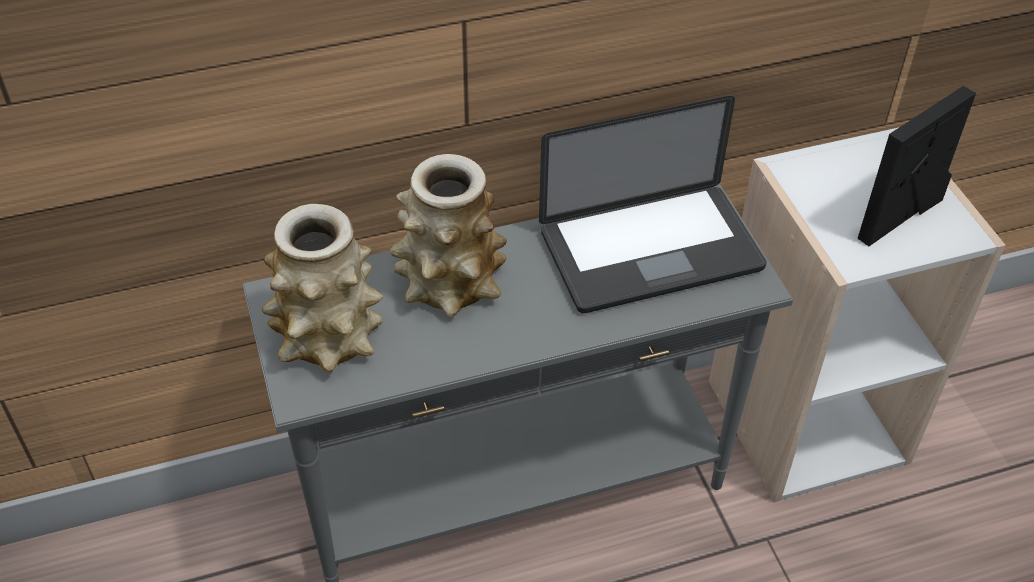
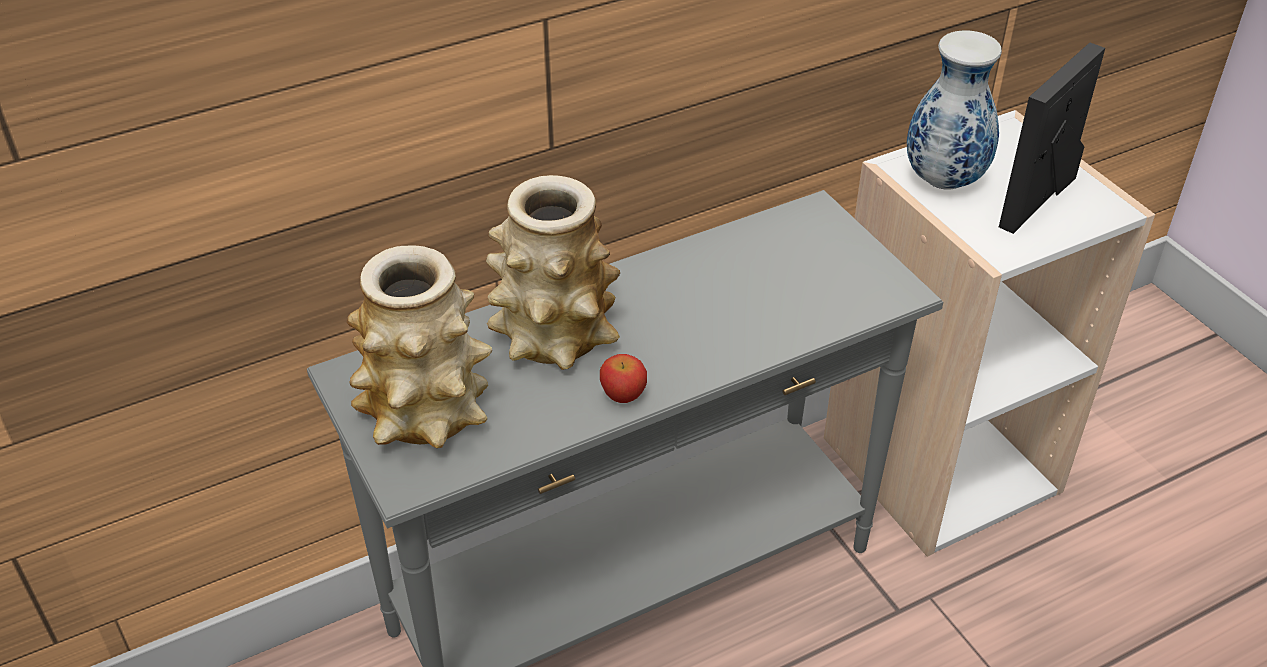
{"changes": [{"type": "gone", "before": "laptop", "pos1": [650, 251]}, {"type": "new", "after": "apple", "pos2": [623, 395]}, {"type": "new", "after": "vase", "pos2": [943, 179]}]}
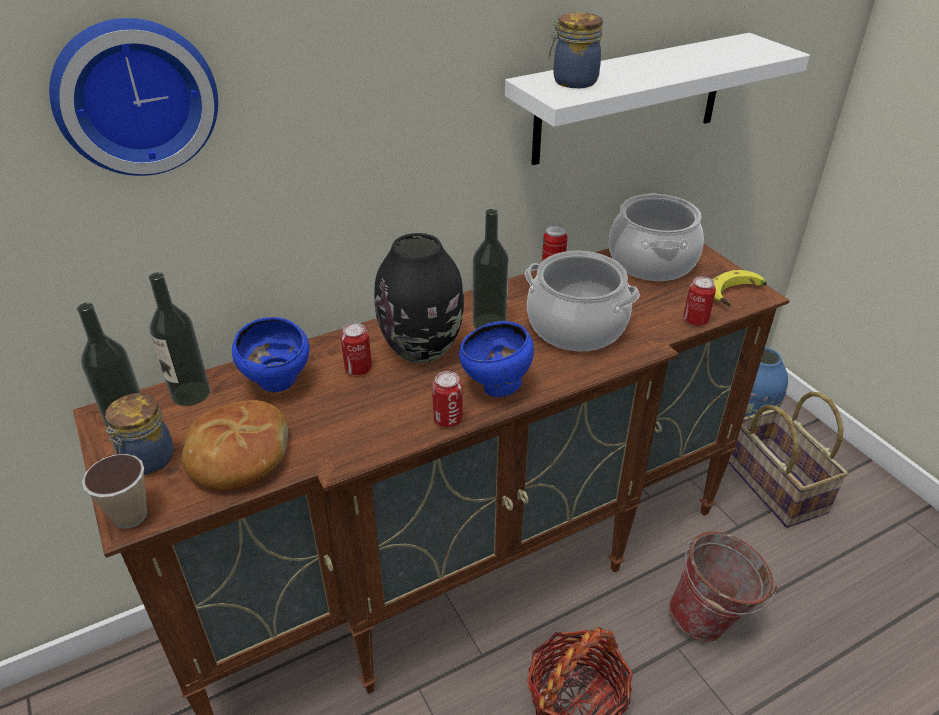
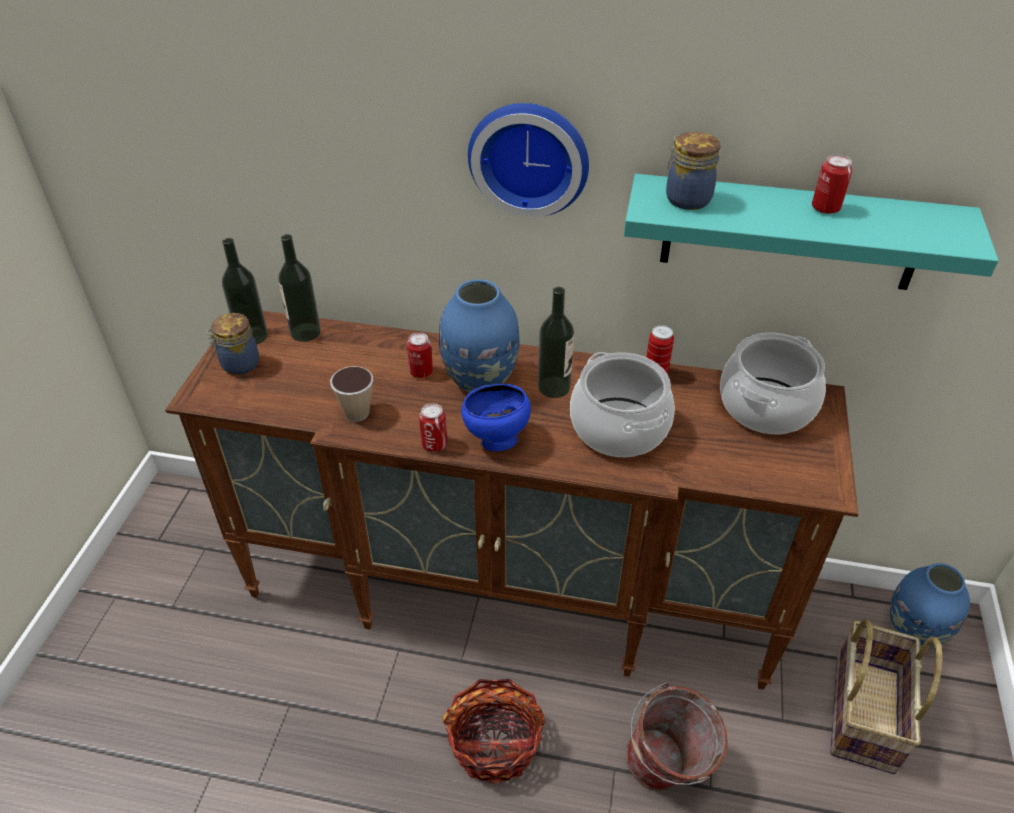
{"changes": [{"type": "gone", "before": "bread", "pos1": [238, 456]}, {"type": "gone", "before": "blue bowl", "pos1": [279, 384]}, {"type": "gone", "before": "banana", "pos1": [737, 295]}, {"type": "shifted", "before": "wall clock", "pos1": [135, 96], "pos2": [529, 157]}, {"type": "shifted", "before": "cup", "pos1": [130, 515], "pos2": [357, 413]}, {"type": "shifted", "before": "can", "pos1": [695, 320], "pos2": [825, 208]}, {"type": "repainted", "before": "black vase", "after": "blue vase", "pos1": [422, 348], "pos2": [481, 380]}, {"type": "repainted", "before": "white shelf", "after": "turquoise shelf", "pos1": [630, 99], "pos2": [791, 233]}]}
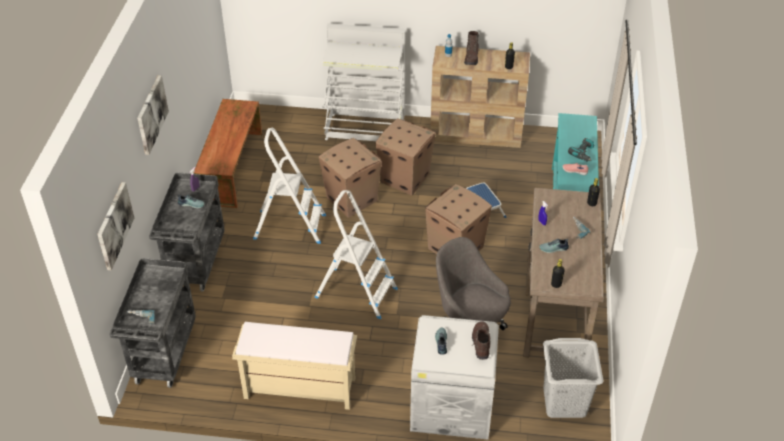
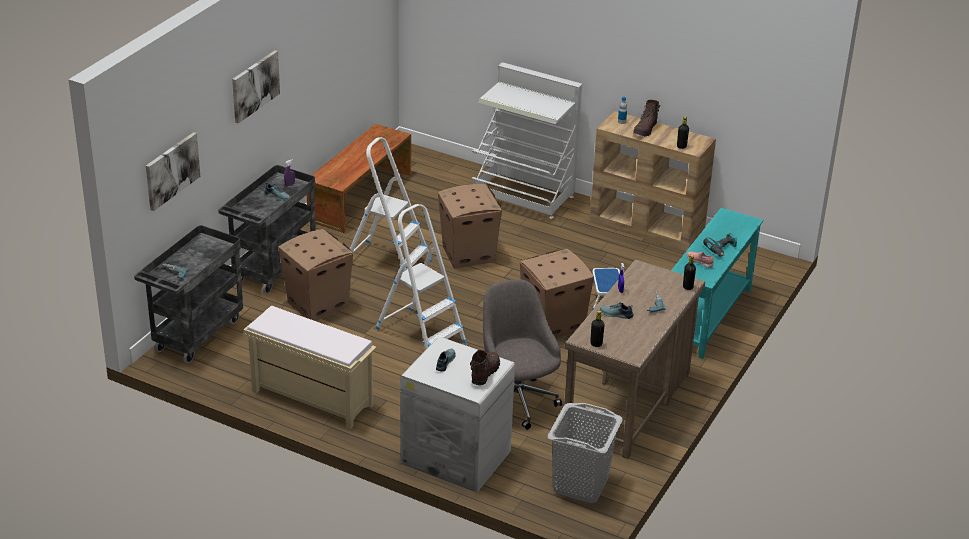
{"changes": [{"type": "shifted", "before": "cardboard box", "pos1": [404, 178], "pos2": [317, 304]}]}
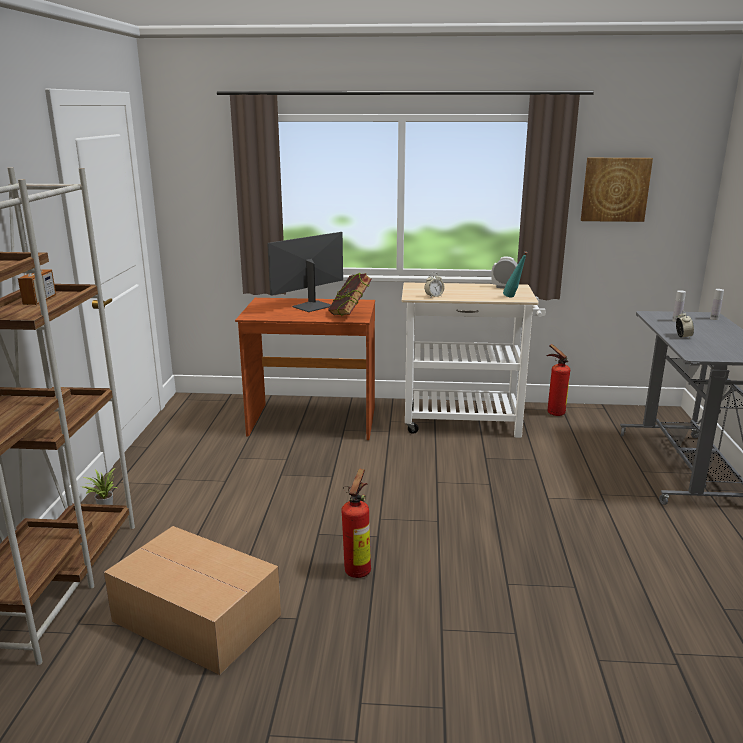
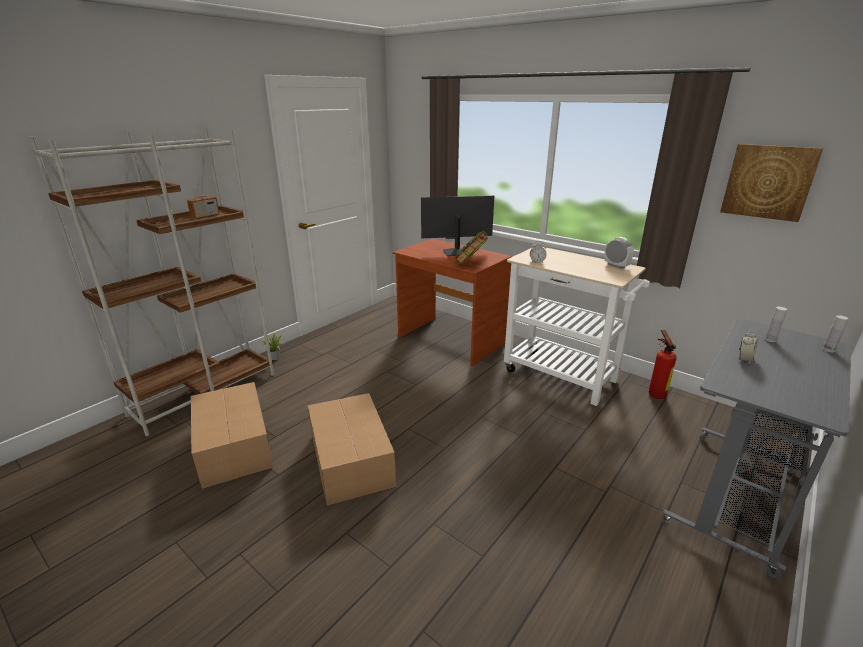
{"changes": [{"type": "gone", "before": "turquoise bottle", "pos1": [513, 297]}, {"type": "swapped", "before": "fire extinguisher", "after": "cardboard box", "pos1": [359, 569], "pos2": [351, 459]}]}
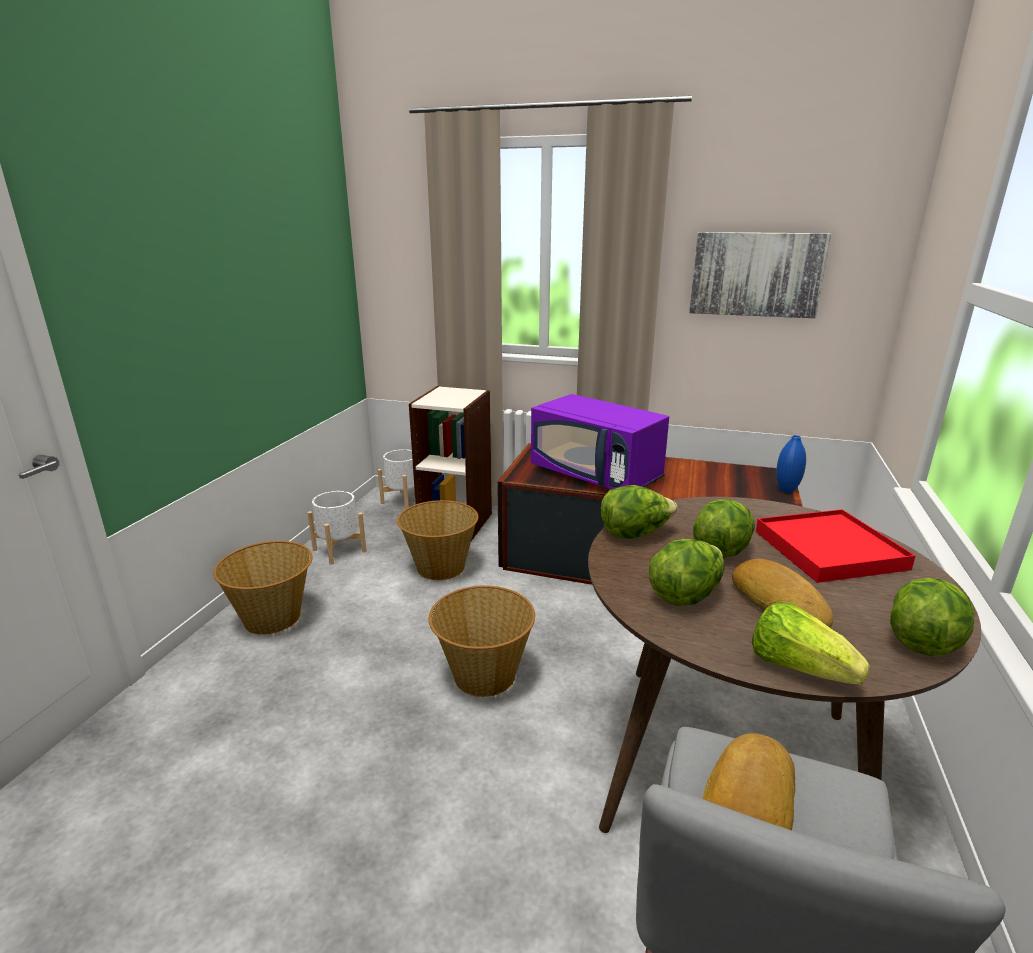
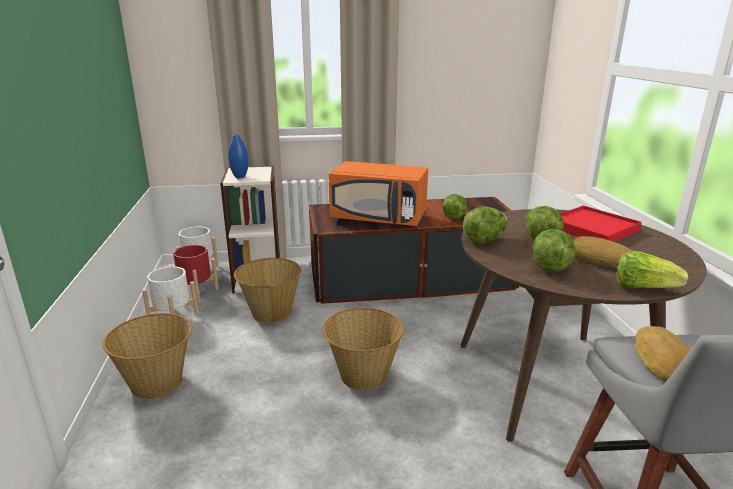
{"changes": [{"type": "gone", "before": "picture", "pos1": [756, 274]}, {"type": "new", "after": "red planter", "pos2": [196, 292]}, {"type": "shifted", "before": "blue vase", "pos1": [786, 490], "pos2": [240, 177]}, {"type": "shifted", "before": "lettuce", "pos1": [923, 640], "pos2": [454, 216]}, {"type": "repainted", "before": "purple microwave", "after": "orange microwave", "pos1": [597, 475], "pos2": [379, 218]}]}
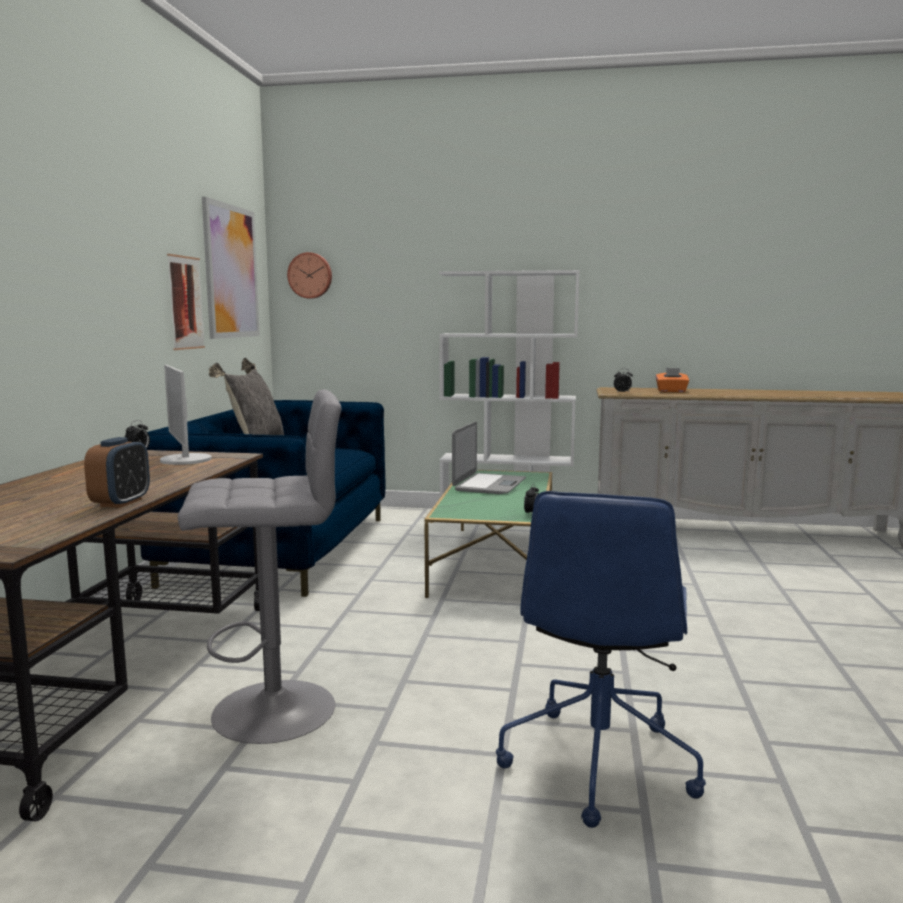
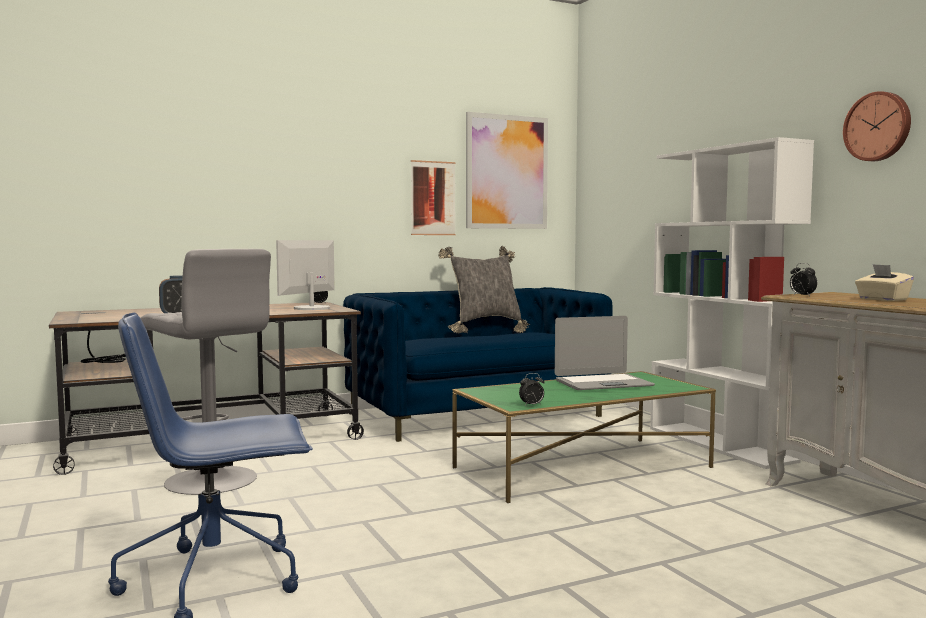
{"changes": [{"type": "shifted", "before": "wall clock", "pos1": [310, 275], "pos2": [878, 127]}, {"type": "repainted", "before": "orange tissue box", "after": "beige tissue box", "pos1": [671, 391], "pos2": [882, 299]}]}
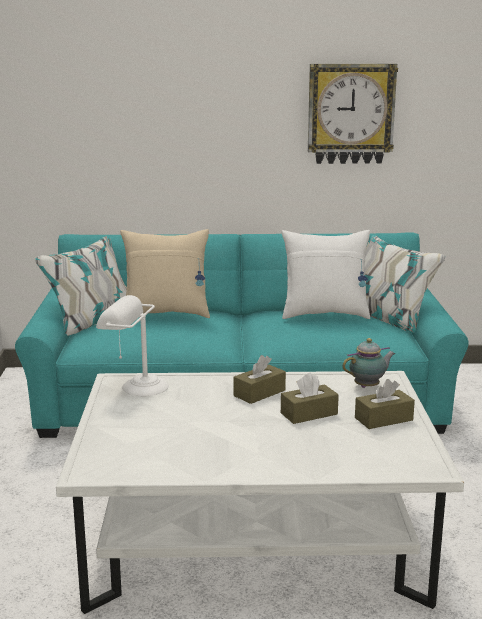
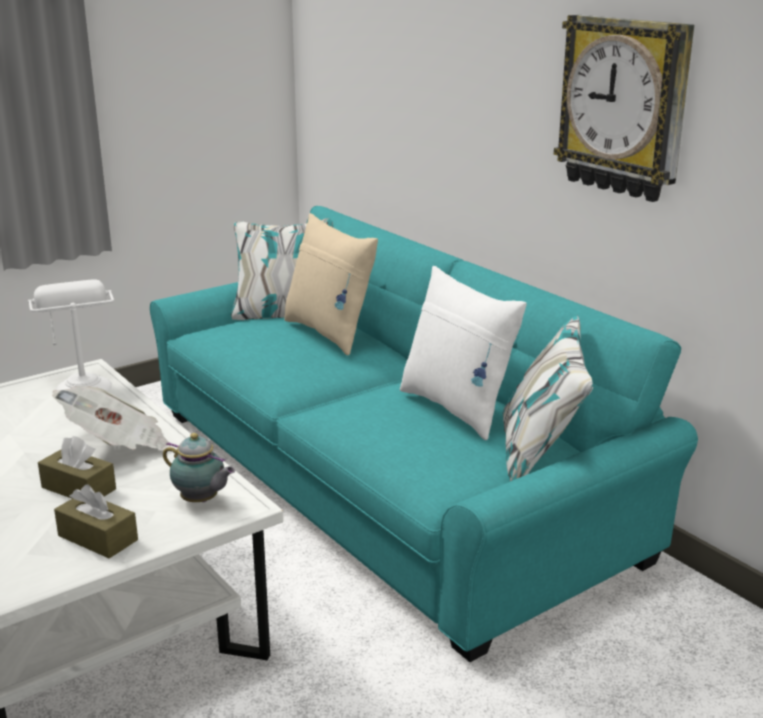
{"changes": [{"type": "swapped", "before": "brown tissue box", "after": "newspaper", "pos1": [259, 393], "pos2": [118, 445]}]}
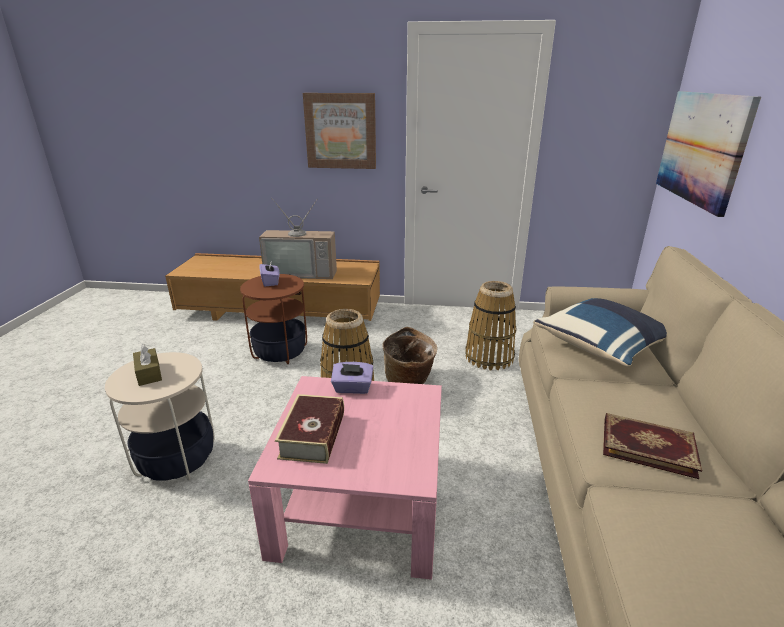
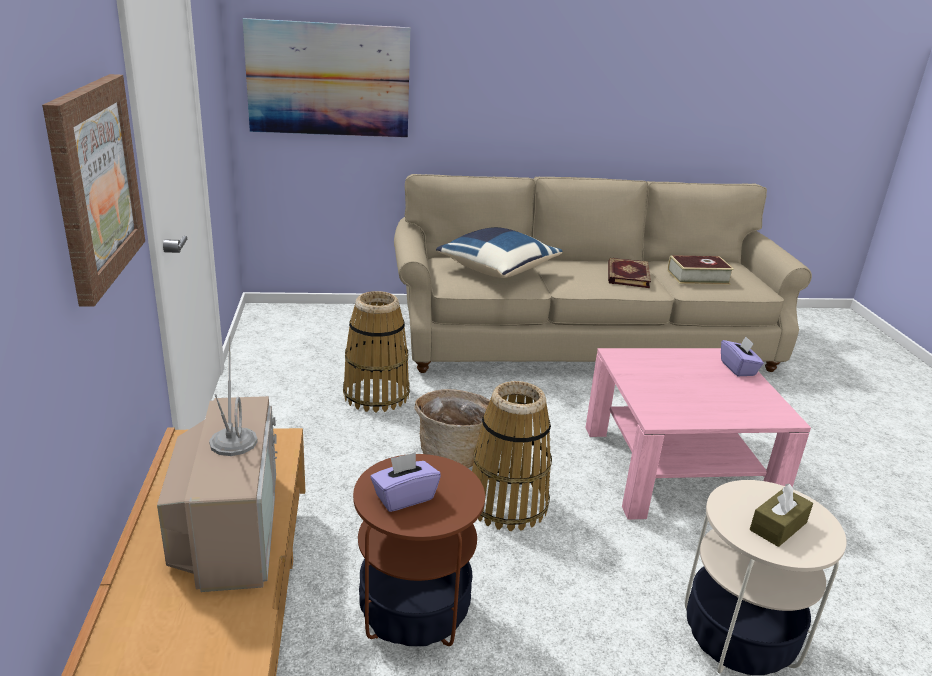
{"changes": [{"type": "shifted", "before": "book", "pos1": [313, 435], "pos2": [698, 277]}, {"type": "shifted", "before": "purple tissue box", "pos1": [352, 388], "pos2": [738, 368]}]}
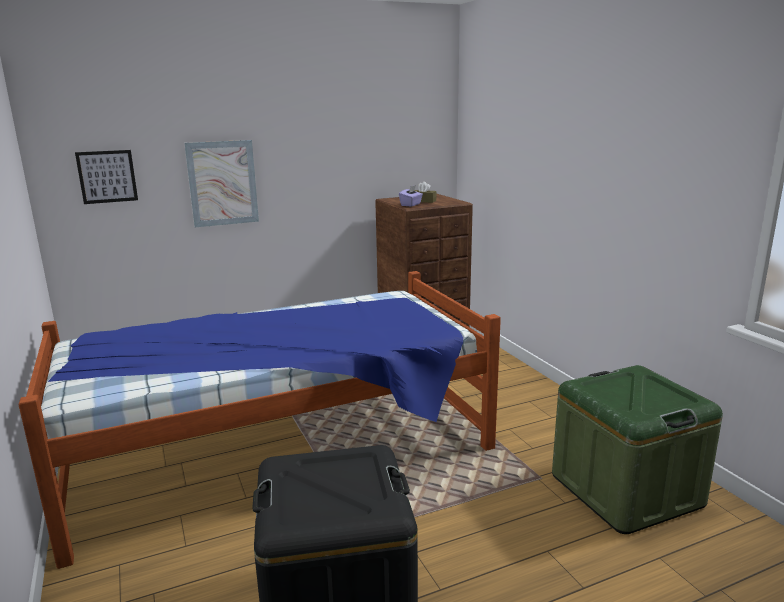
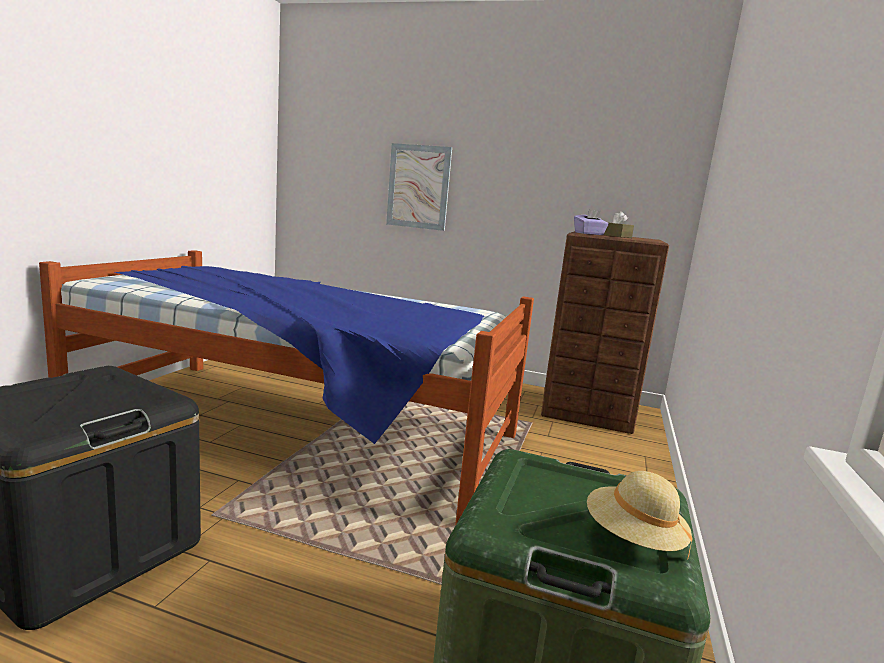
{"changes": [{"type": "gone", "before": "picture", "pos1": [107, 176]}, {"type": "new", "after": "beige hat", "pos2": [633, 539]}]}
